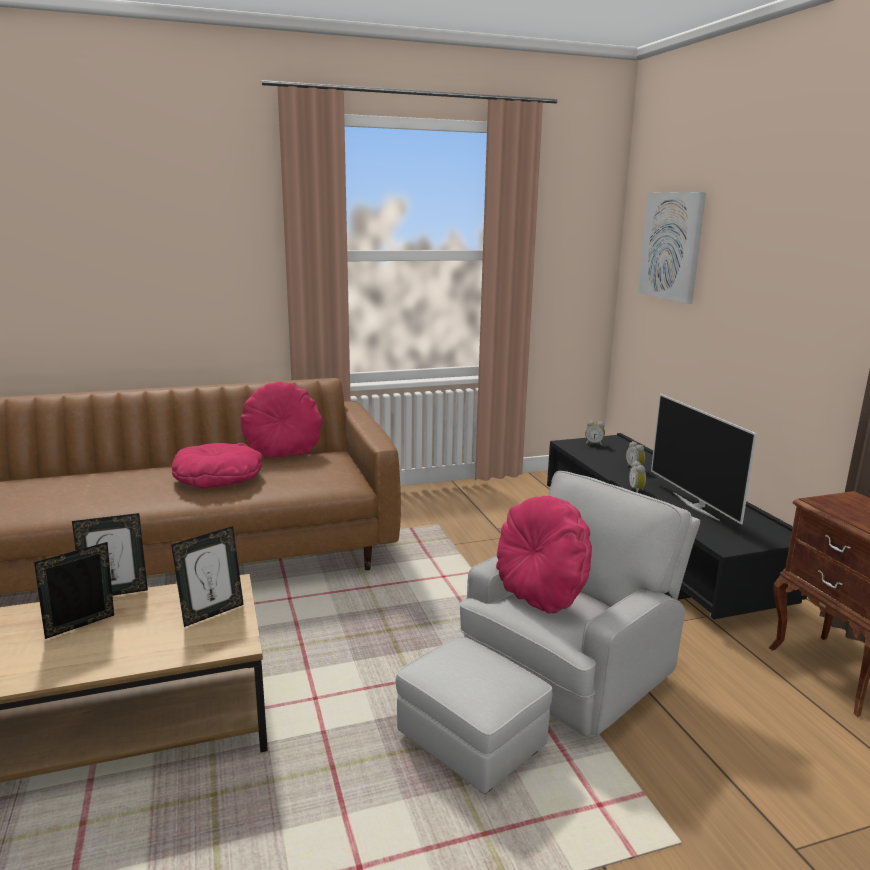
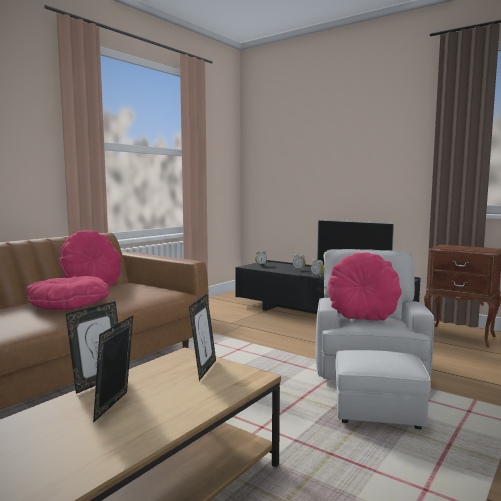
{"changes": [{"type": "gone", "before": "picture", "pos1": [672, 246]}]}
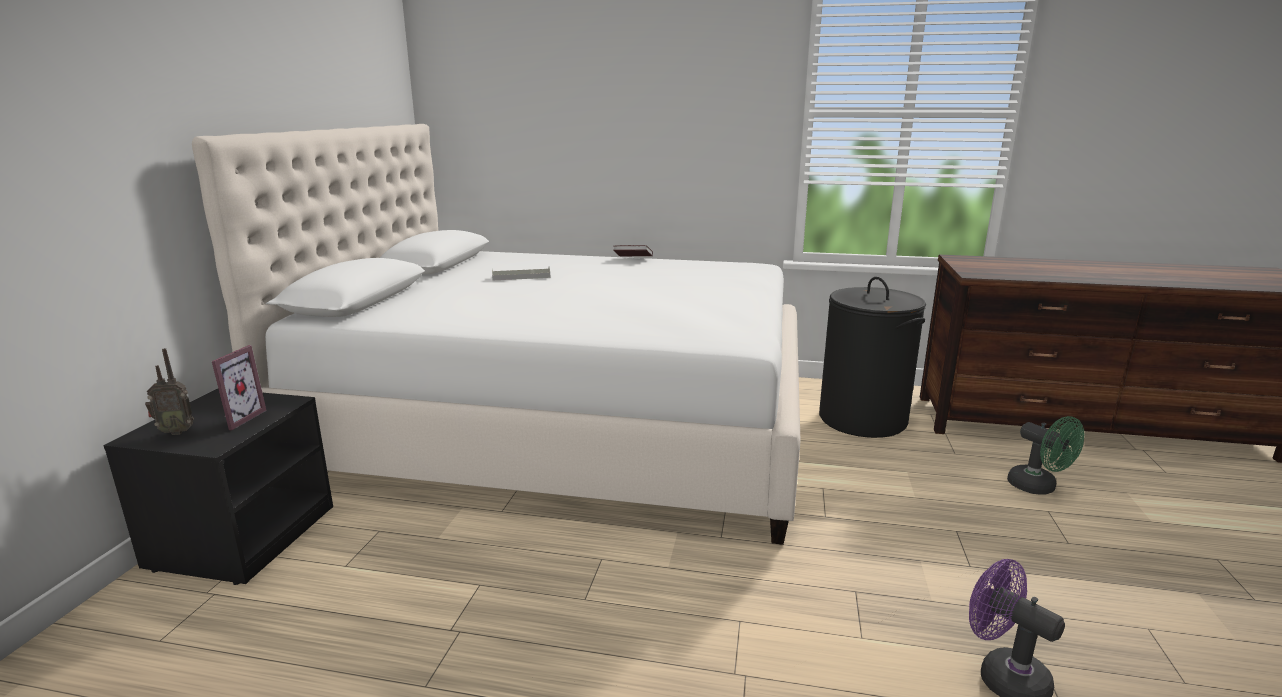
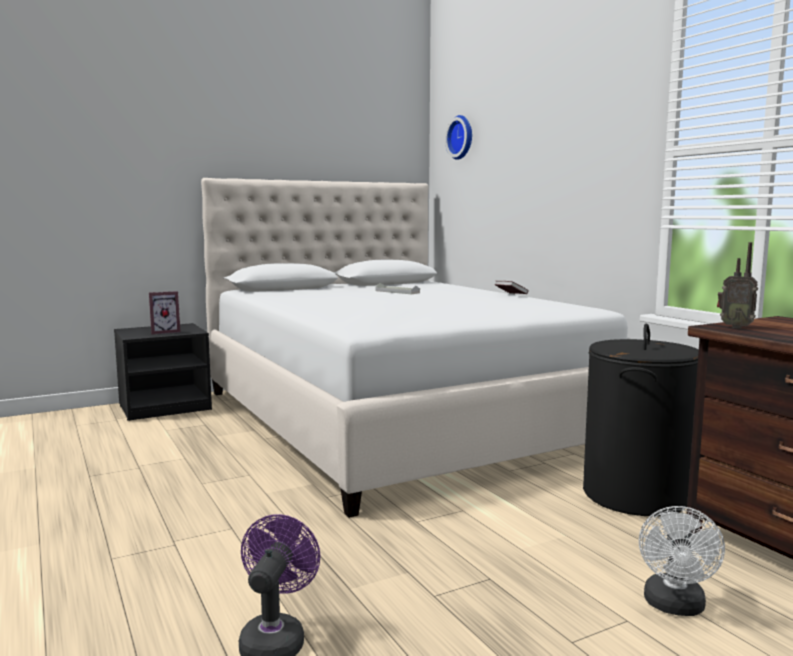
{"changes": [{"type": "new", "after": "wall clock", "pos2": [462, 137]}, {"type": "shifted", "before": "radio", "pos1": [176, 431], "pos2": [735, 327]}, {"type": "repainted", "before": "green fan", "after": "white fan", "pos1": [1038, 488], "pos2": [675, 607]}]}
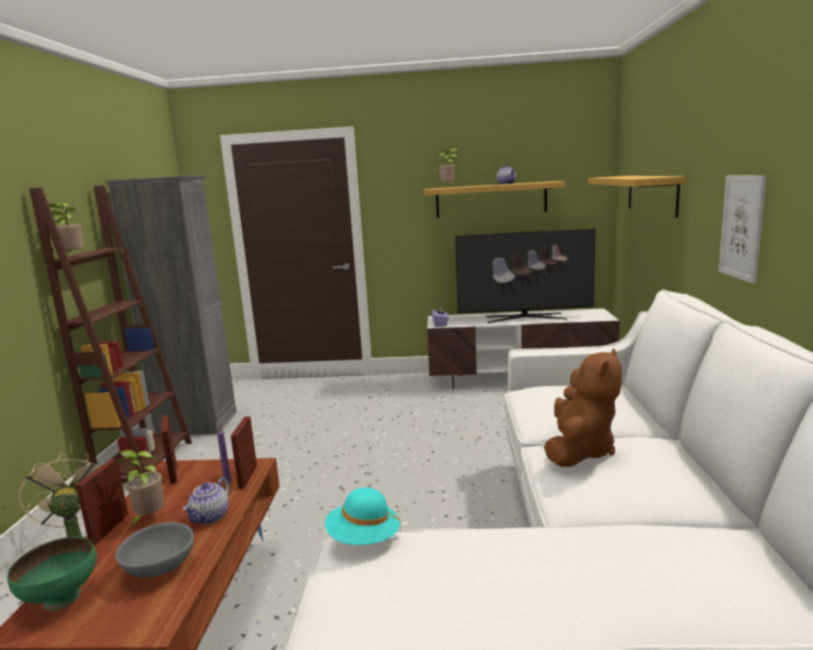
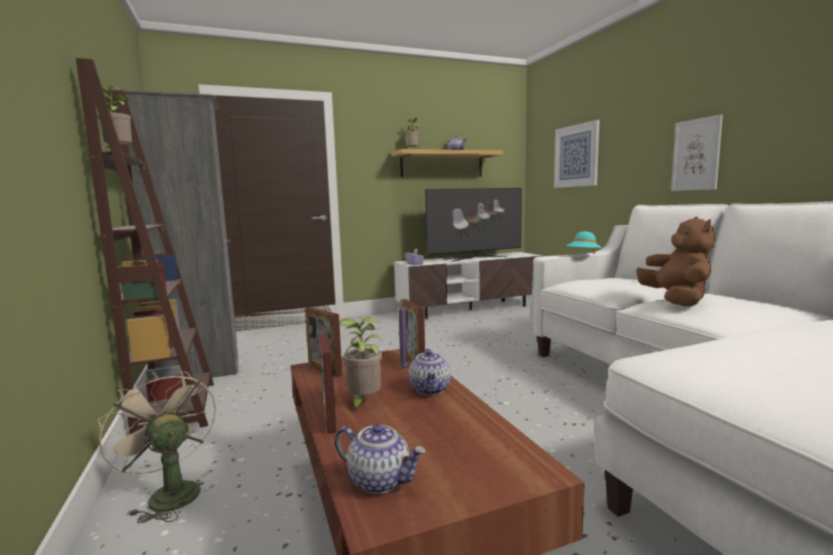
{"changes": [{"type": "gone", "before": "grey bowl", "pos1": [160, 567]}, {"type": "shifted", "before": "turquoise hat", "pos1": [363, 539], "pos2": [583, 255]}, {"type": "swapped", "before": "green bowl", "after": "teapot", "pos1": [61, 598], "pos2": [380, 480]}, {"type": "swapped", "before": "shelf", "after": "picture", "pos1": [652, 194], "pos2": [576, 156]}]}
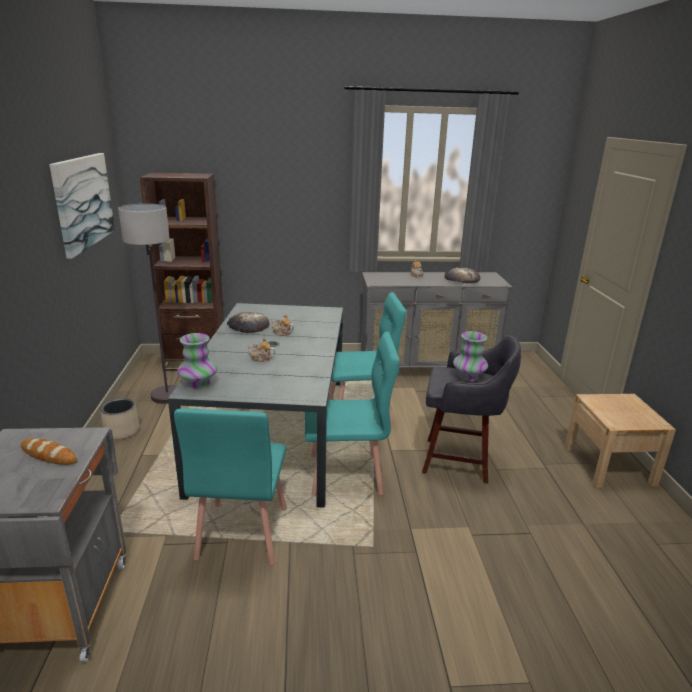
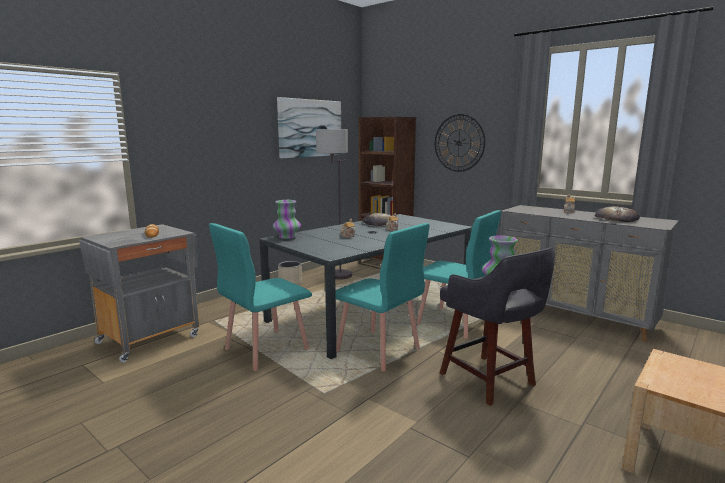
{"changes": [{"type": "new", "after": "wall clock", "pos2": [459, 143]}]}
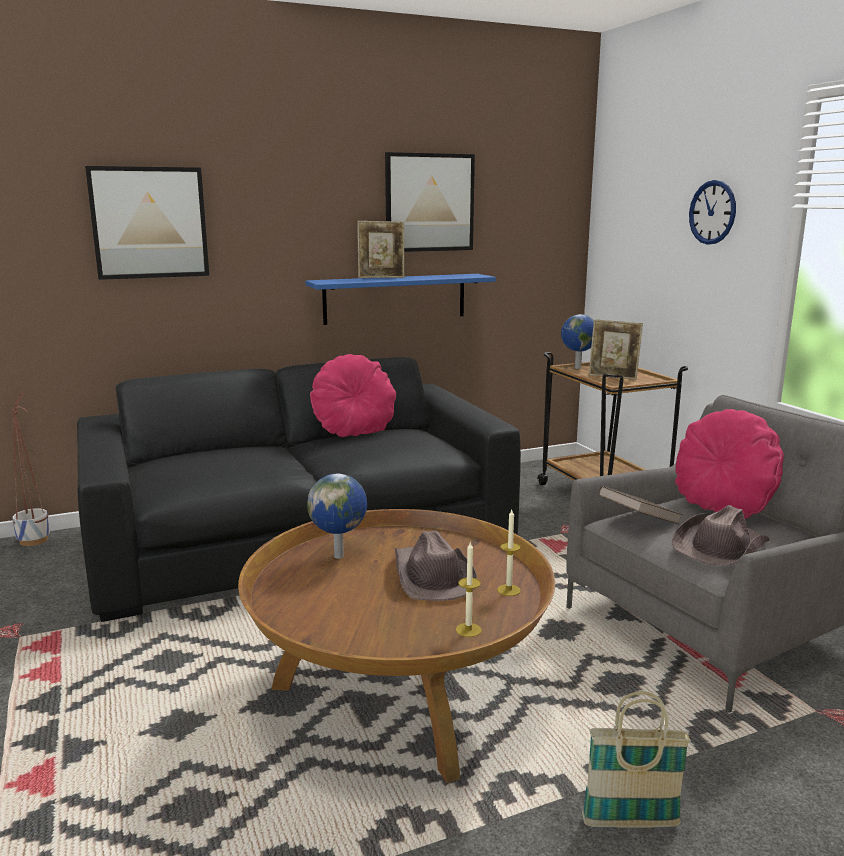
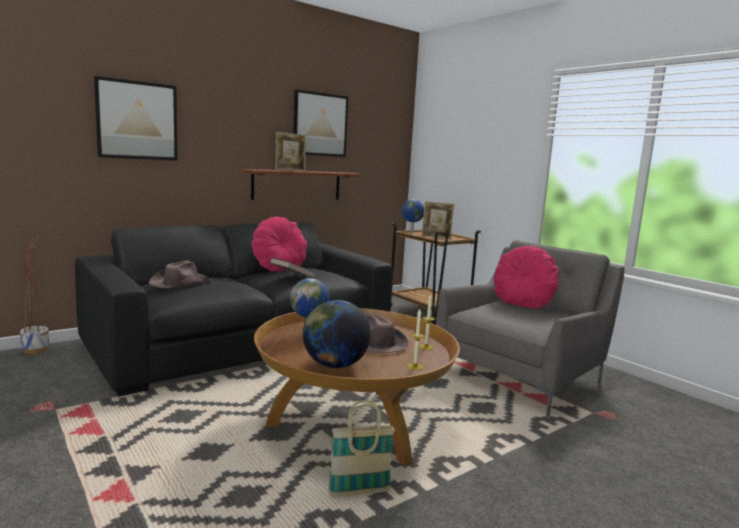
{"changes": [{"type": "gone", "before": "wall clock", "pos1": [712, 212]}, {"type": "new", "after": "globe", "pos2": [334, 365]}, {"type": "shifted", "before": "basket", "pos1": [630, 823], "pos2": [359, 492]}, {"type": "shifted", "before": "brown book", "pos1": [638, 522], "pos2": [292, 278]}, {"type": "shifted", "before": "brown hat", "pos1": [719, 546], "pos2": [180, 283]}, {"type": "repainted", "before": "blue shelf", "after": "brown shelf", "pos1": [395, 298], "pos2": [297, 185]}]}
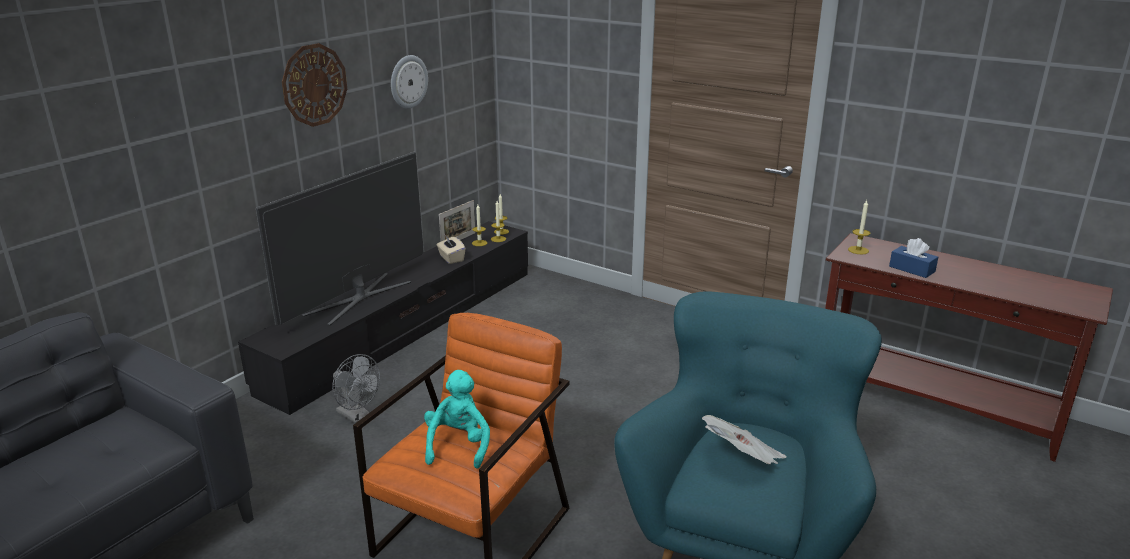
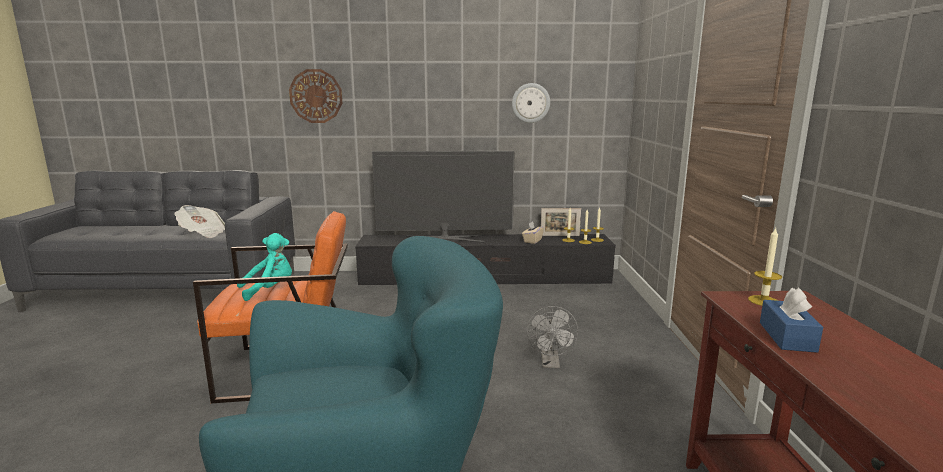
{"changes": [{"type": "shifted", "before": "wall clock", "pos1": [314, 85], "pos2": [316, 96]}, {"type": "shifted", "before": "grey fan", "pos1": [357, 416], "pos2": [551, 363]}, {"type": "shifted", "before": "newspaper", "pos1": [743, 459], "pos2": [203, 233]}]}
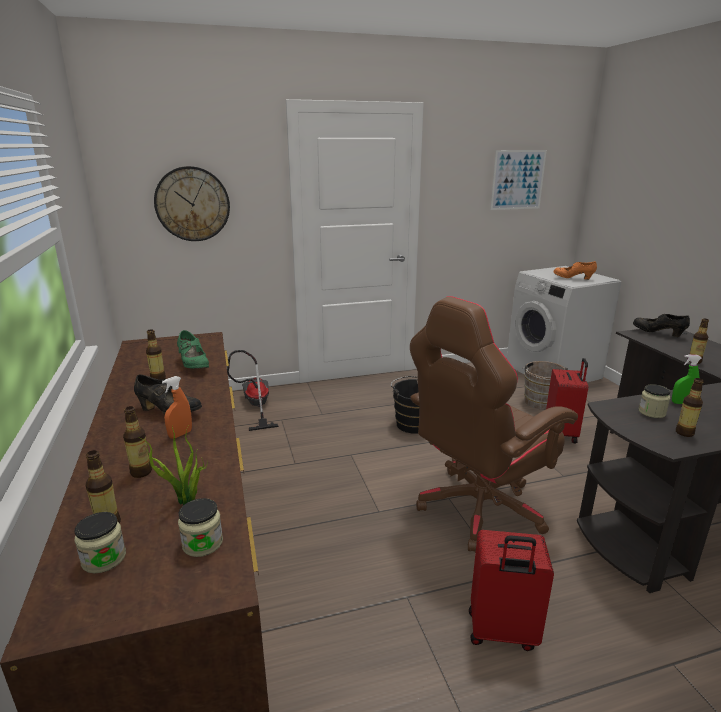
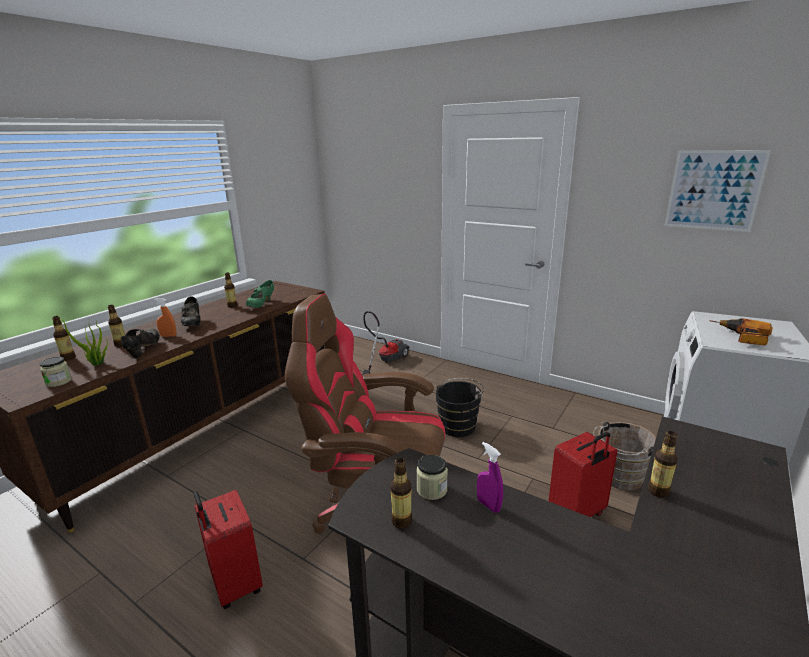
{"changes": [{"type": "gone", "before": "jar", "pos1": [104, 558]}, {"type": "gone", "before": "wall clock", "pos1": [192, 204]}, {"type": "shifted", "before": "black shoe", "pos1": [658, 333], "pos2": [144, 350]}, {"type": "swapped", "before": "orange shoe", "after": "power drill", "pos1": [573, 278], "pos2": [741, 338]}, {"type": "repainted", "before": "green spray bottle", "after": "purple spray bottle", "pos1": [681, 403], "pos2": [488, 505]}]}
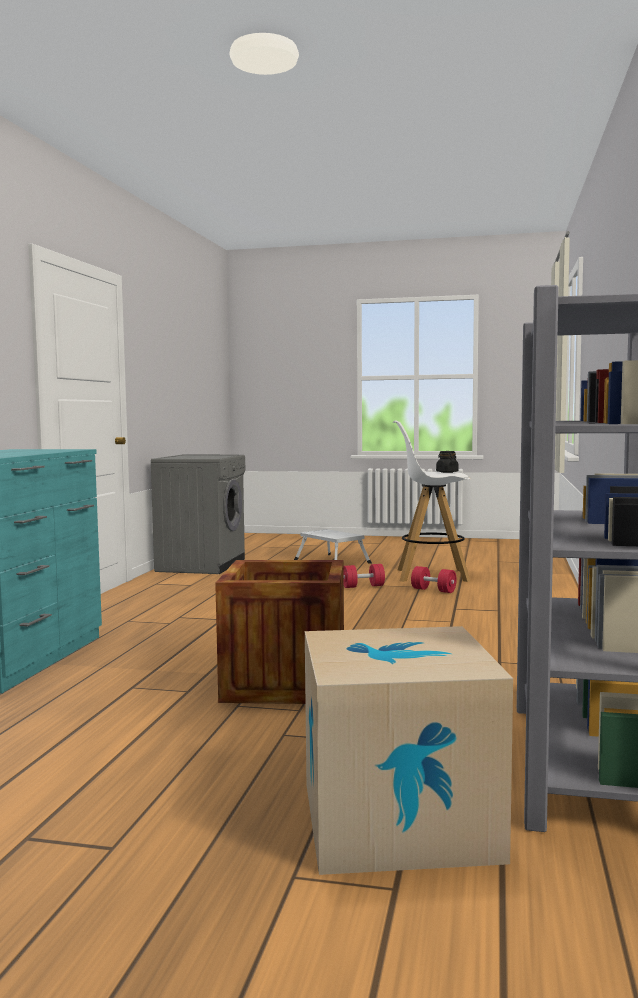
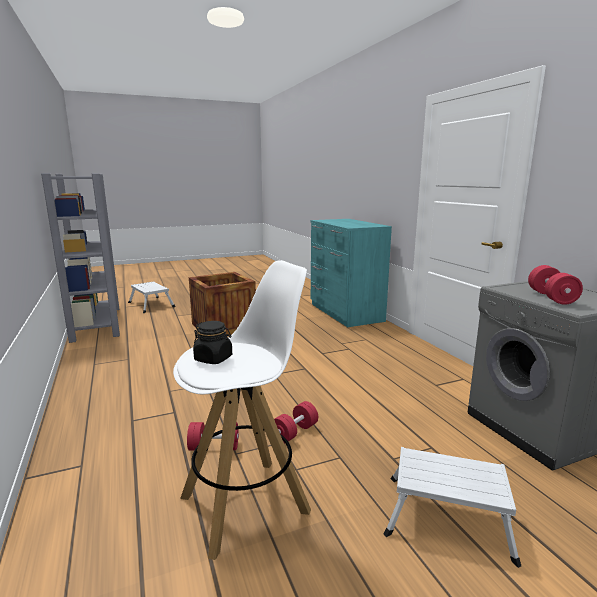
{"changes": [{"type": "new", "after": "red dumbbell", "pos2": [551, 297]}, {"type": "swapped", "before": "cardboard box", "after": "white step ladder", "pos1": [398, 820], "pos2": [151, 304]}]}
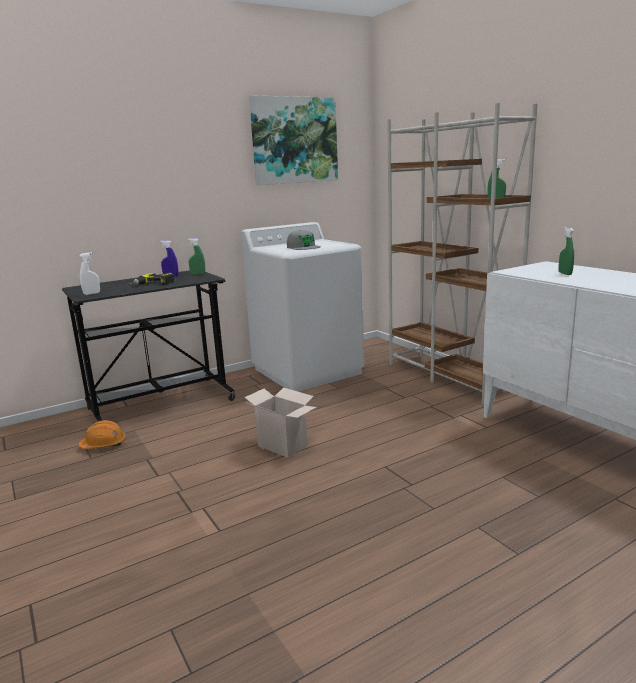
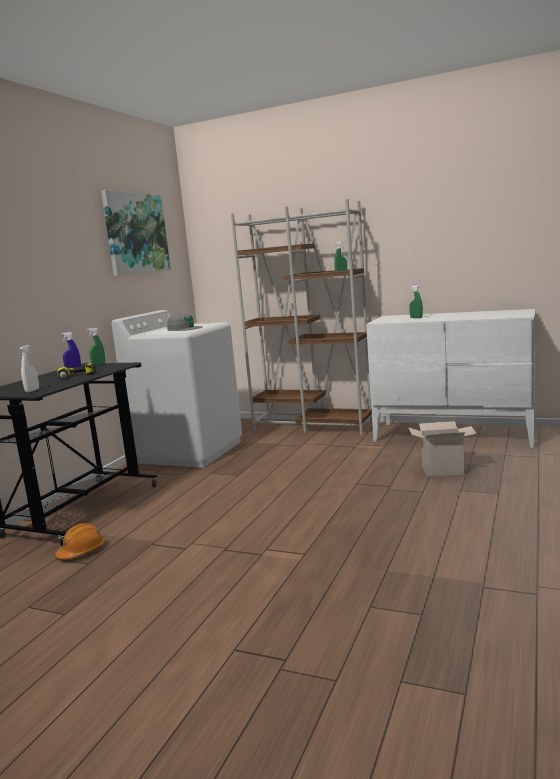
{"changes": [{"type": "shifted", "before": "cardboard box", "pos1": [284, 445], "pos2": [443, 470]}]}
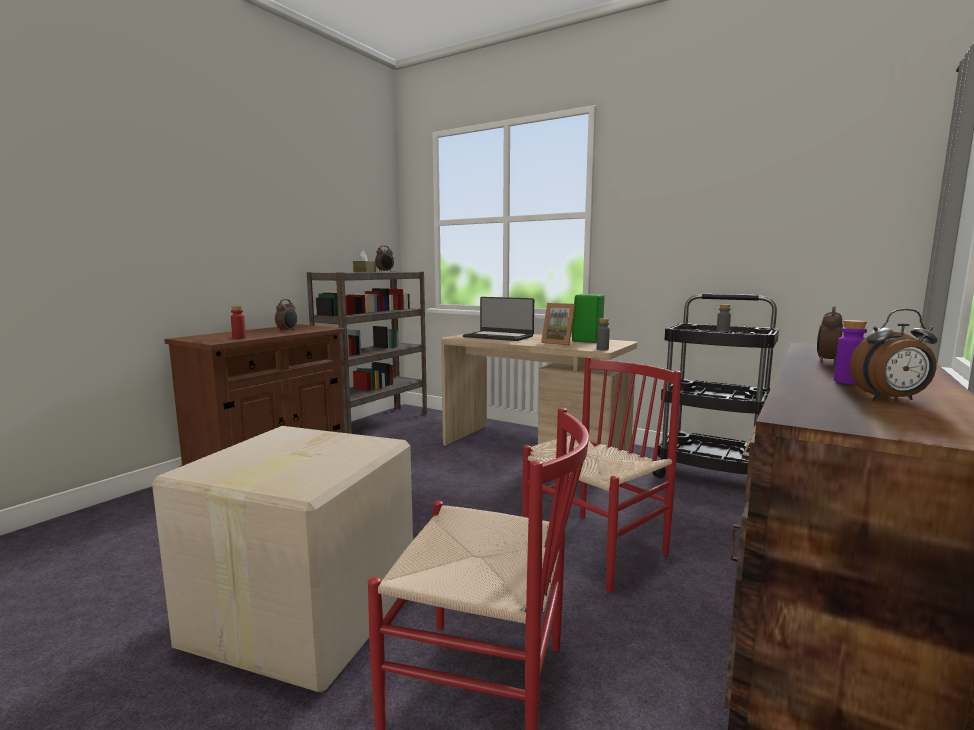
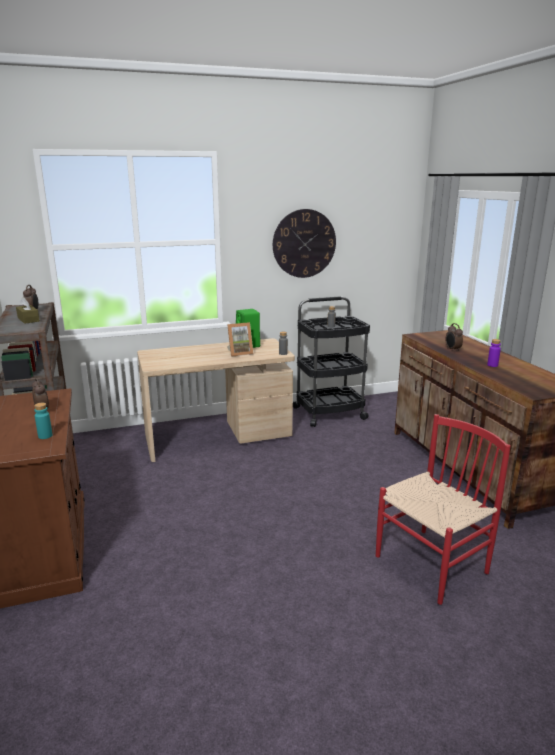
{"changes": [{"type": "gone", "before": "cardboard box", "pos1": [300, 615]}, {"type": "gone", "before": "laptop", "pos1": [498, 336]}, {"type": "gone", "before": "red chair", "pos1": [598, 548]}, {"type": "gone", "before": "alarm clock", "pos1": [890, 399]}, {"type": "new", "after": "wall clock", "pos2": [304, 243]}, {"type": "repainted", "before": "red bottle", "after": "turquoise bottle", "pos1": [239, 338], "pos2": [45, 436]}]}
